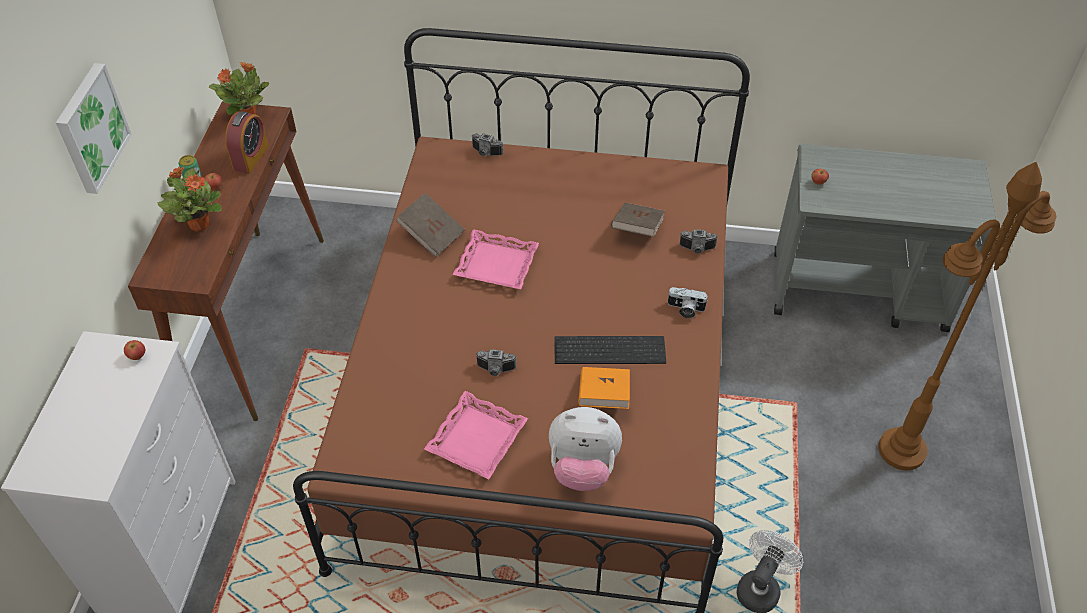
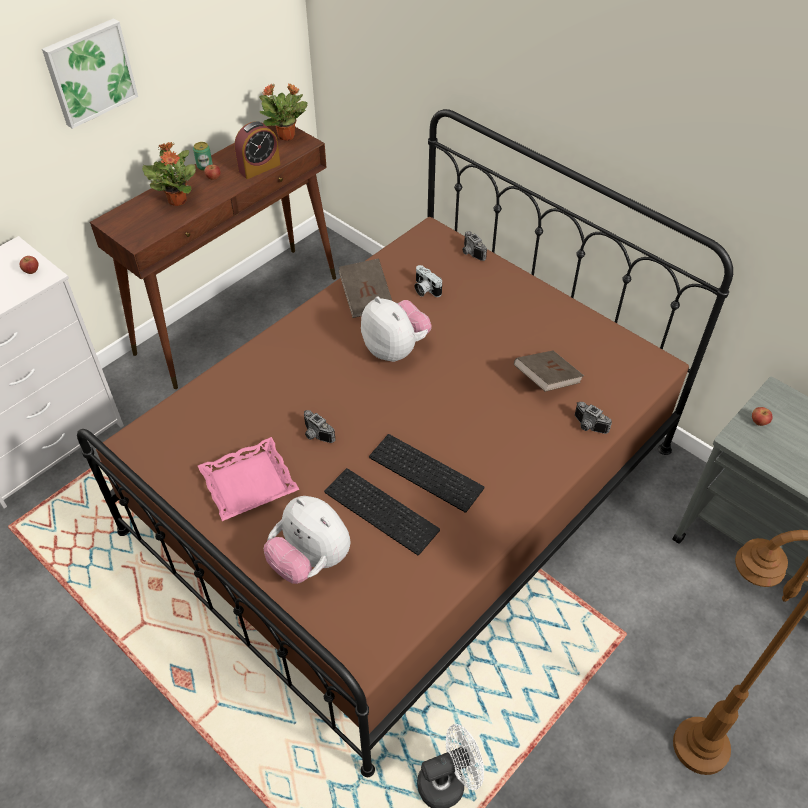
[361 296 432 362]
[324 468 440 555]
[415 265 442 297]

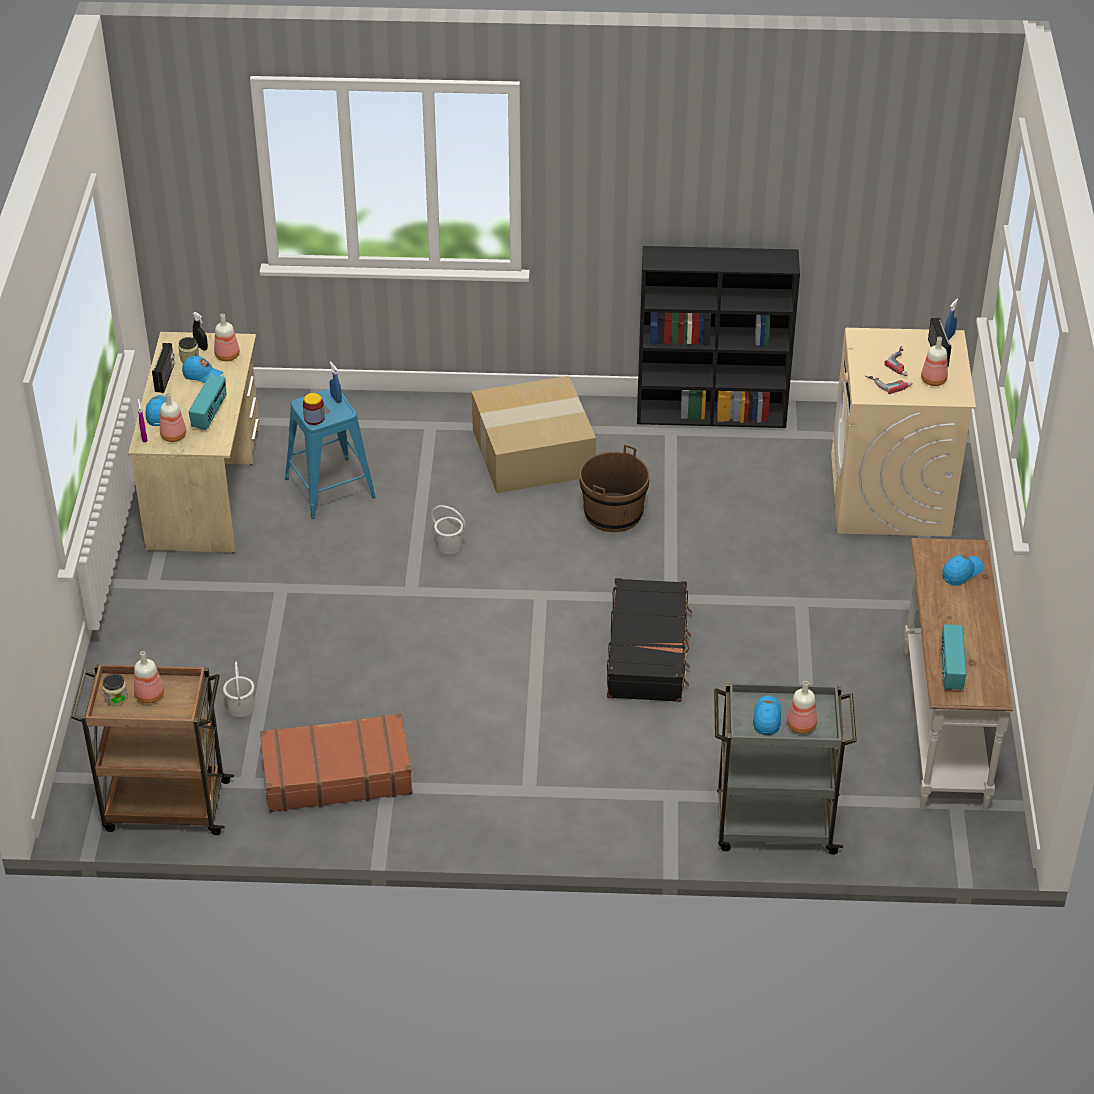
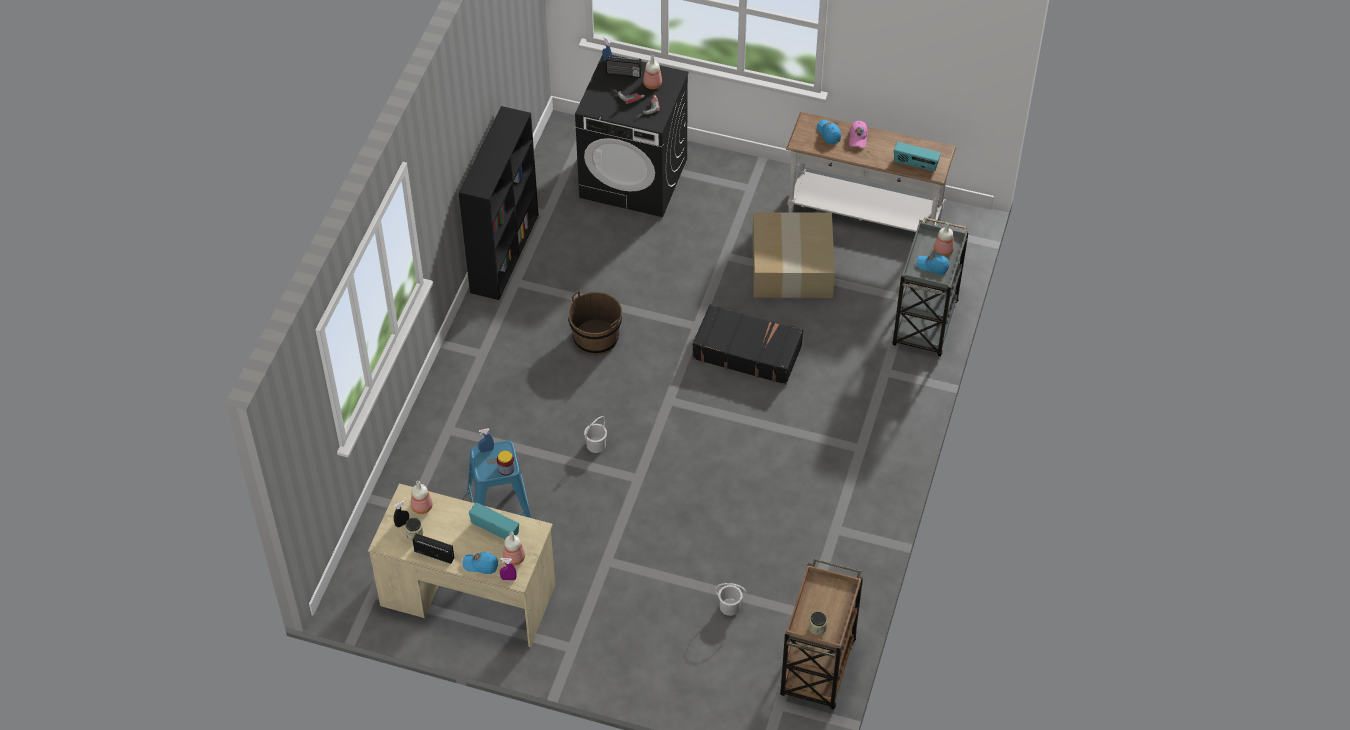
[134 651 164 703] (first image)
[182 356 223 383] (first image)
[260 713 413 812] (first image)
[752 212 835 298]
[575 55 689 217]
[849 121 868 148]

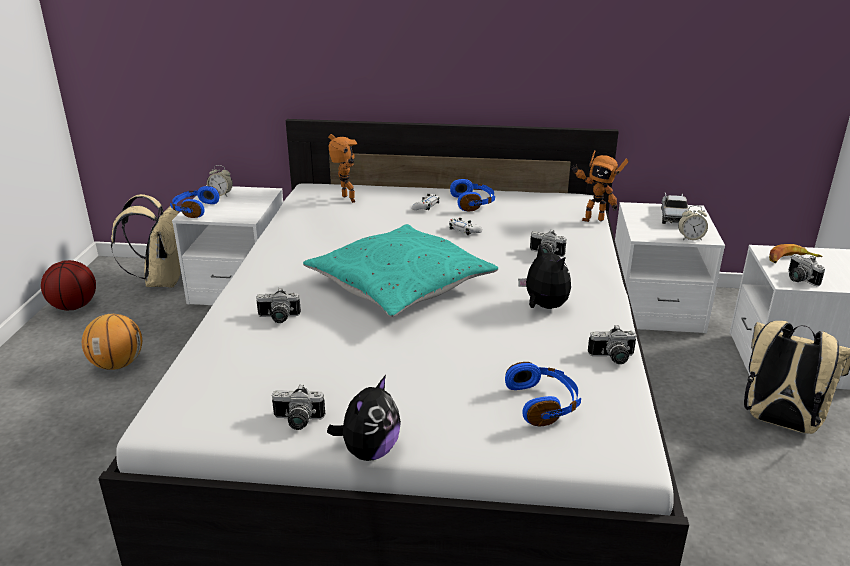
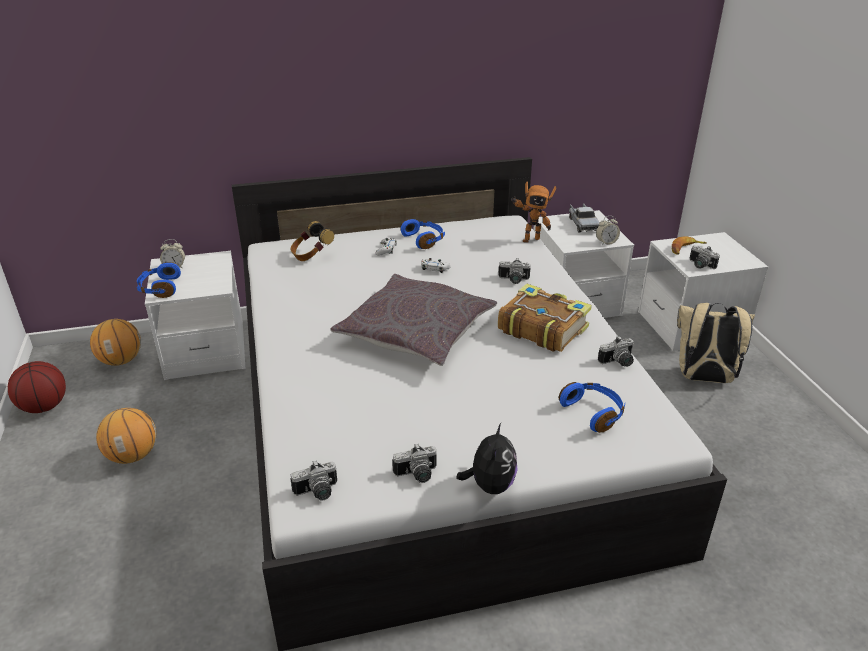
[90 319 141 366]
[290 460 337 500]
[330 274 497 366]
[291 221 334 261]
[498 284 592 352]

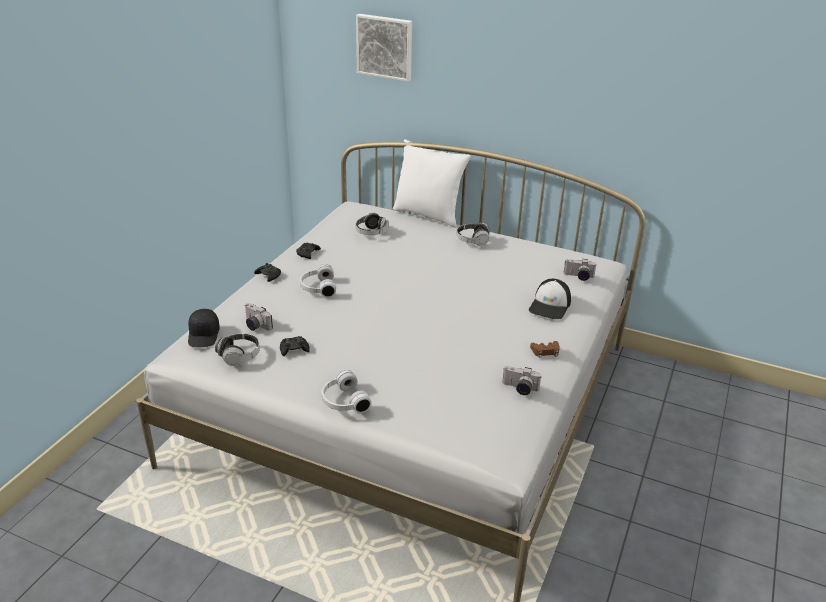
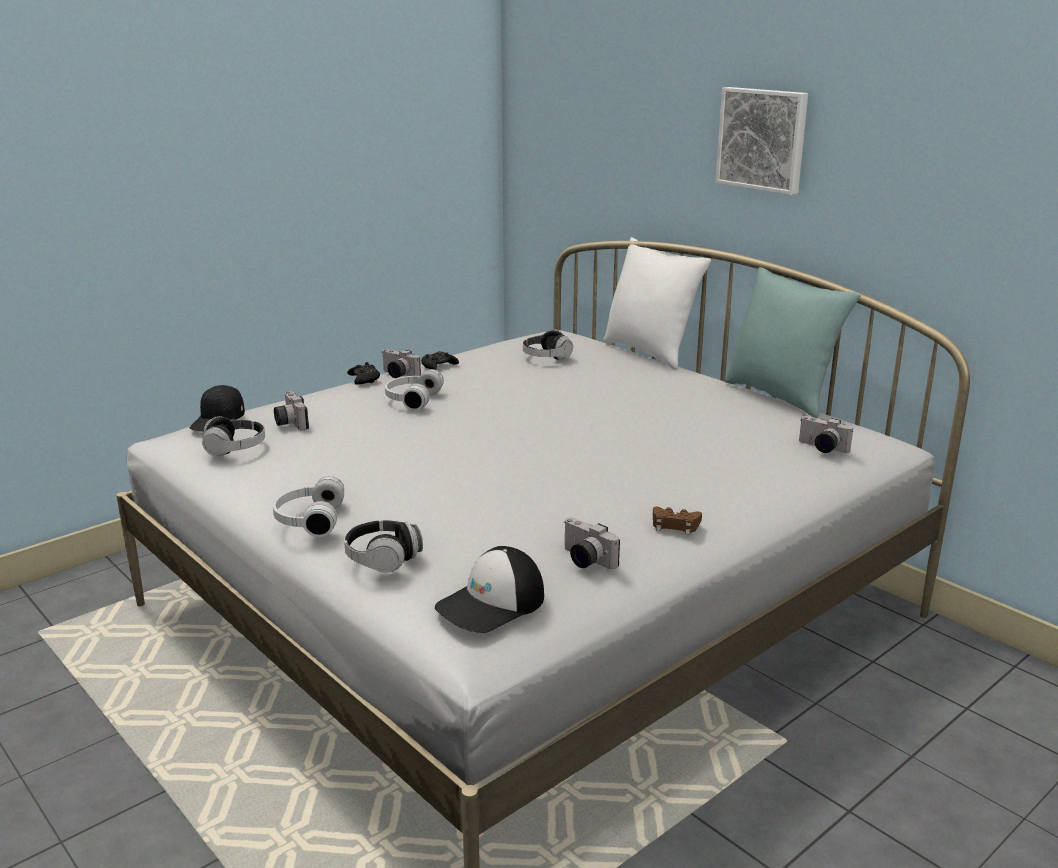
[280 336 310 356] (first image)
[715 87 808 195]
[344 520 423 573]
[435 546 544 633]
[382 349 421 378]
[724 267 860 418]

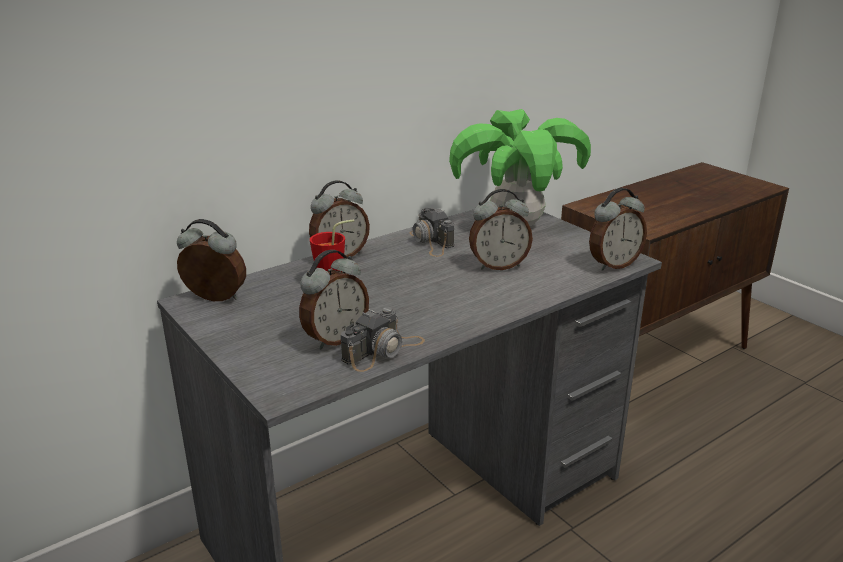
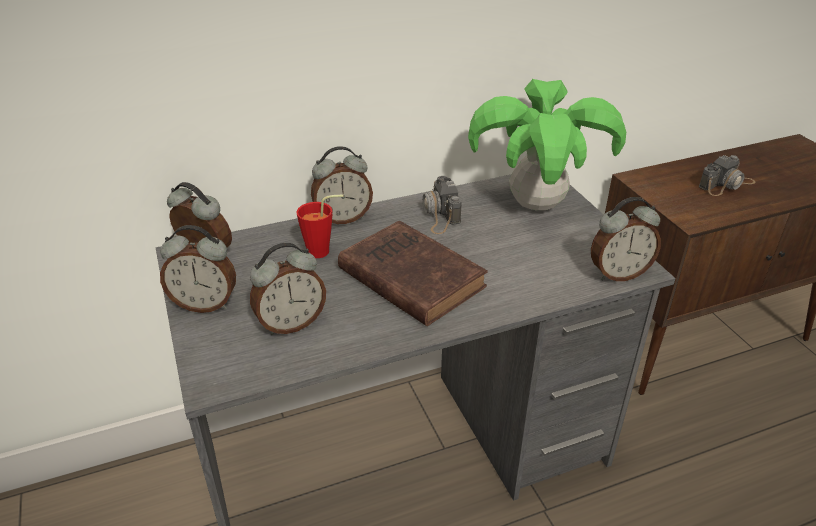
[699 155 755 196]
[160 225 236 313]
[338 221 488 326]

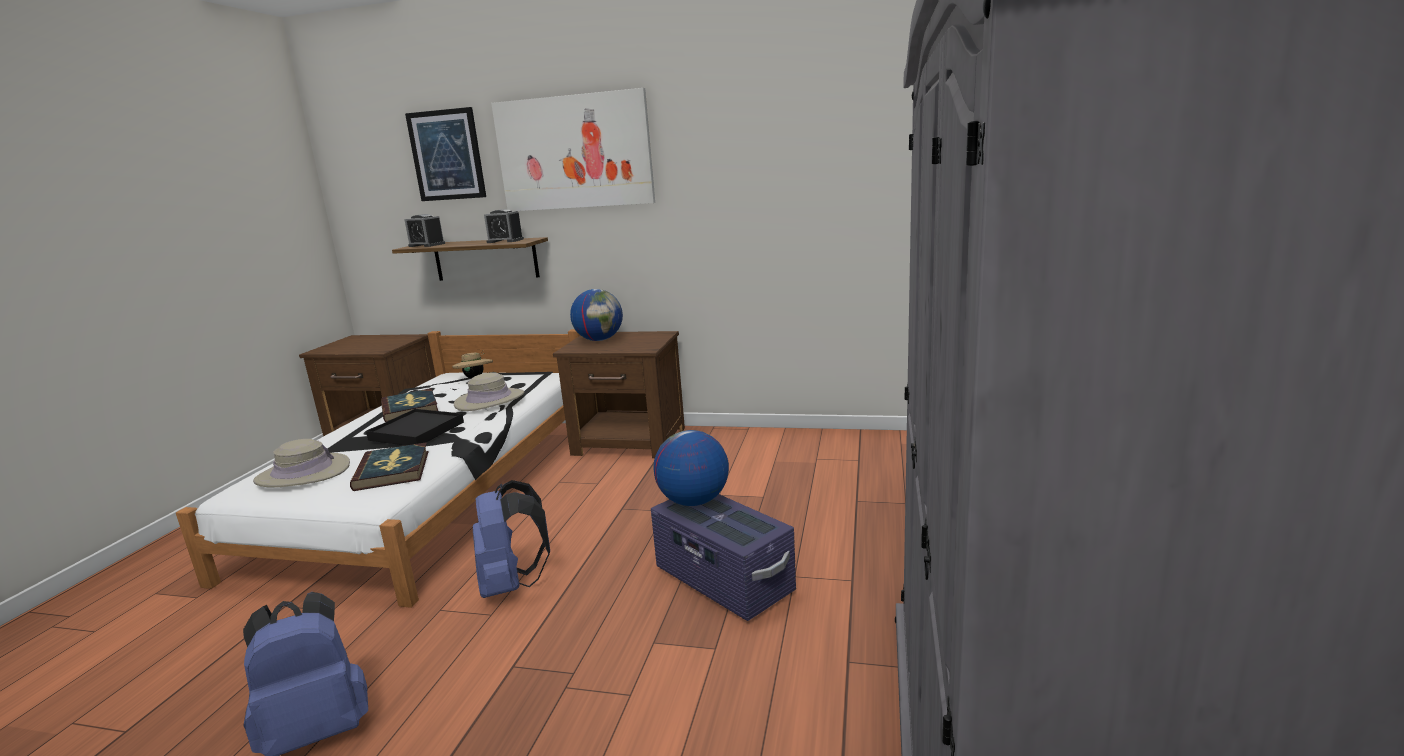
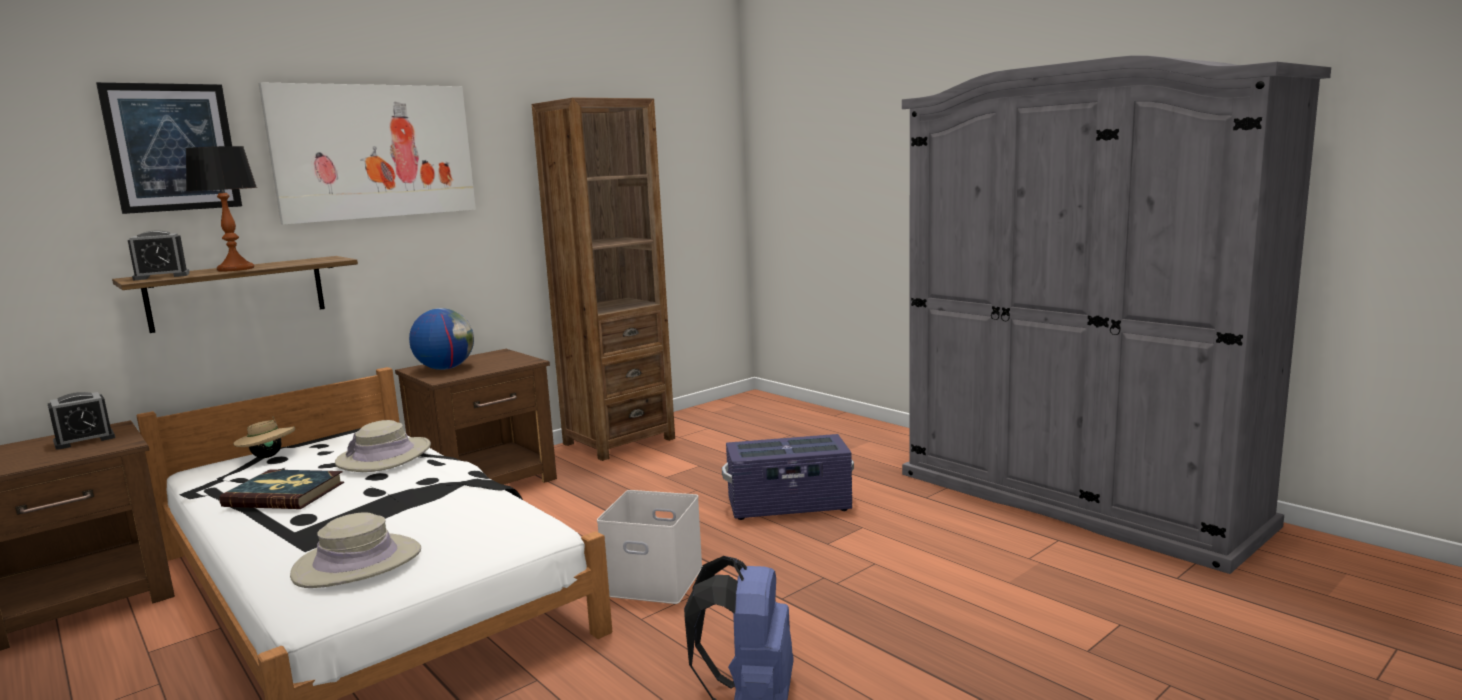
[350 442 429 491] (first image)
[366 409 464 445] (first image)
[597 490 702 604]
[48 392 115 450]
[653 430 729 506] (first image)
[186 146 257 272]
[532 97 675 461]

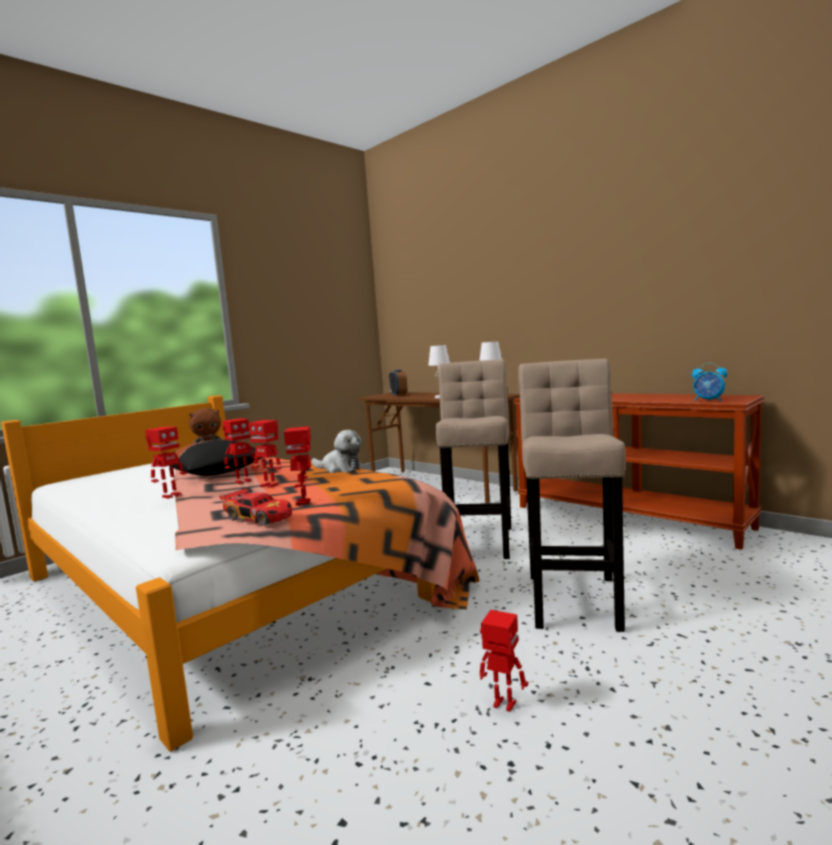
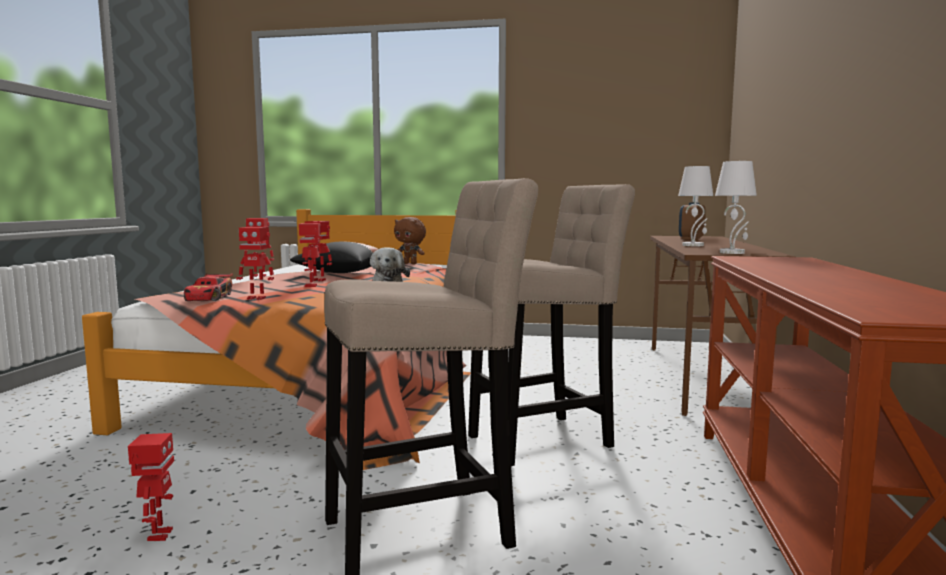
[236 227 274 300]
[692 363 728 401] (first image)

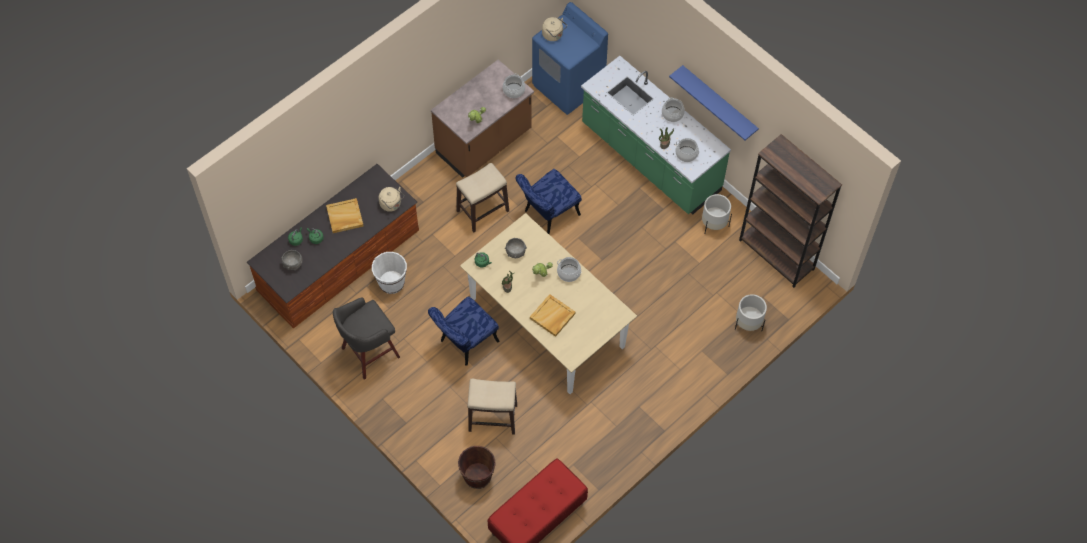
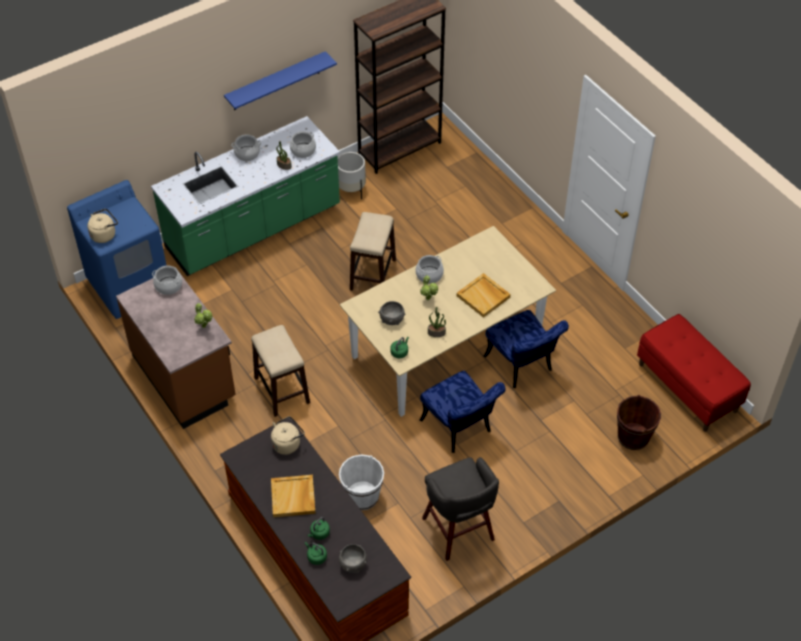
[350 212 396 291]
[484 310 569 388]
[735 294 767 332] (first image)

